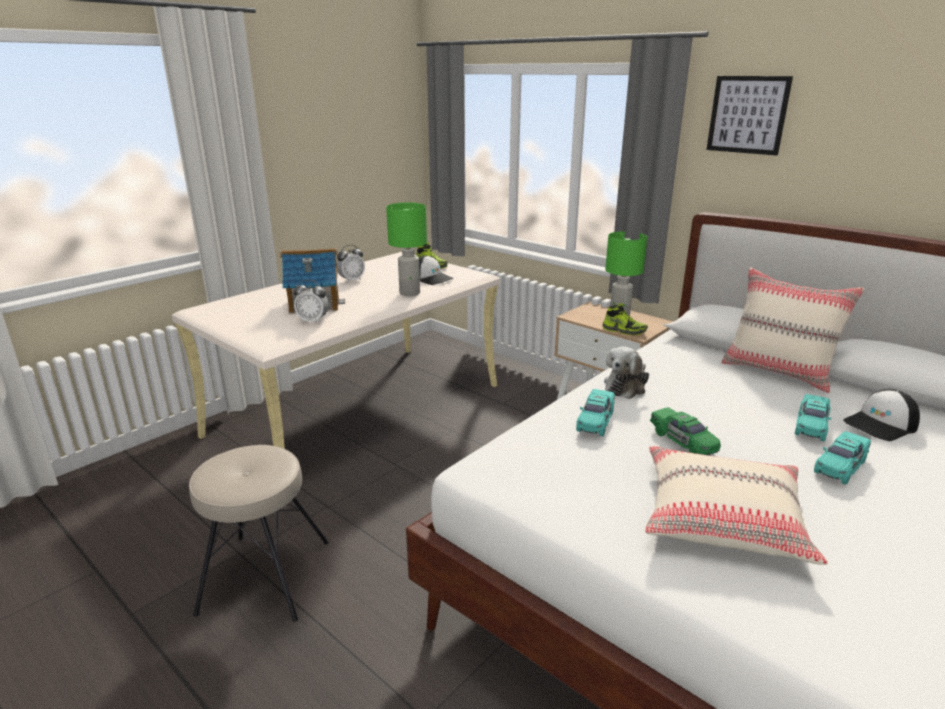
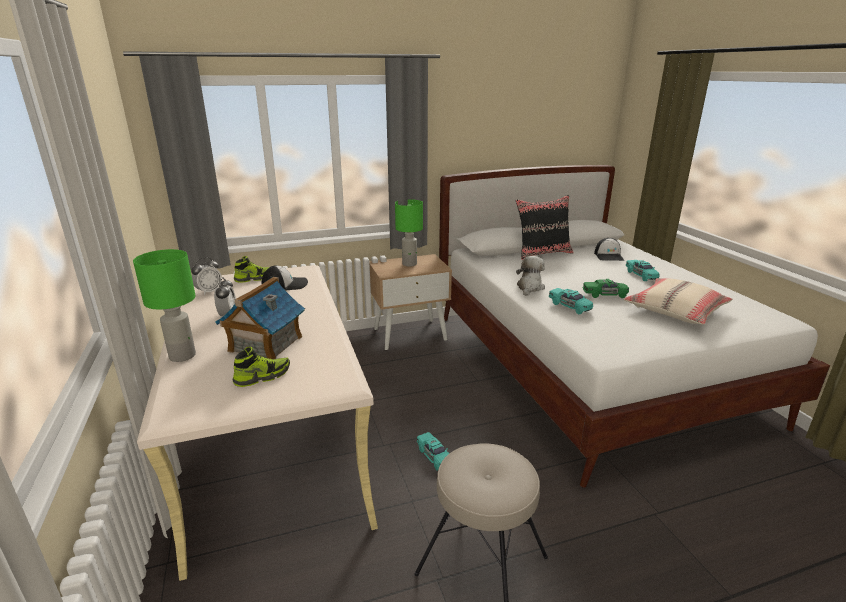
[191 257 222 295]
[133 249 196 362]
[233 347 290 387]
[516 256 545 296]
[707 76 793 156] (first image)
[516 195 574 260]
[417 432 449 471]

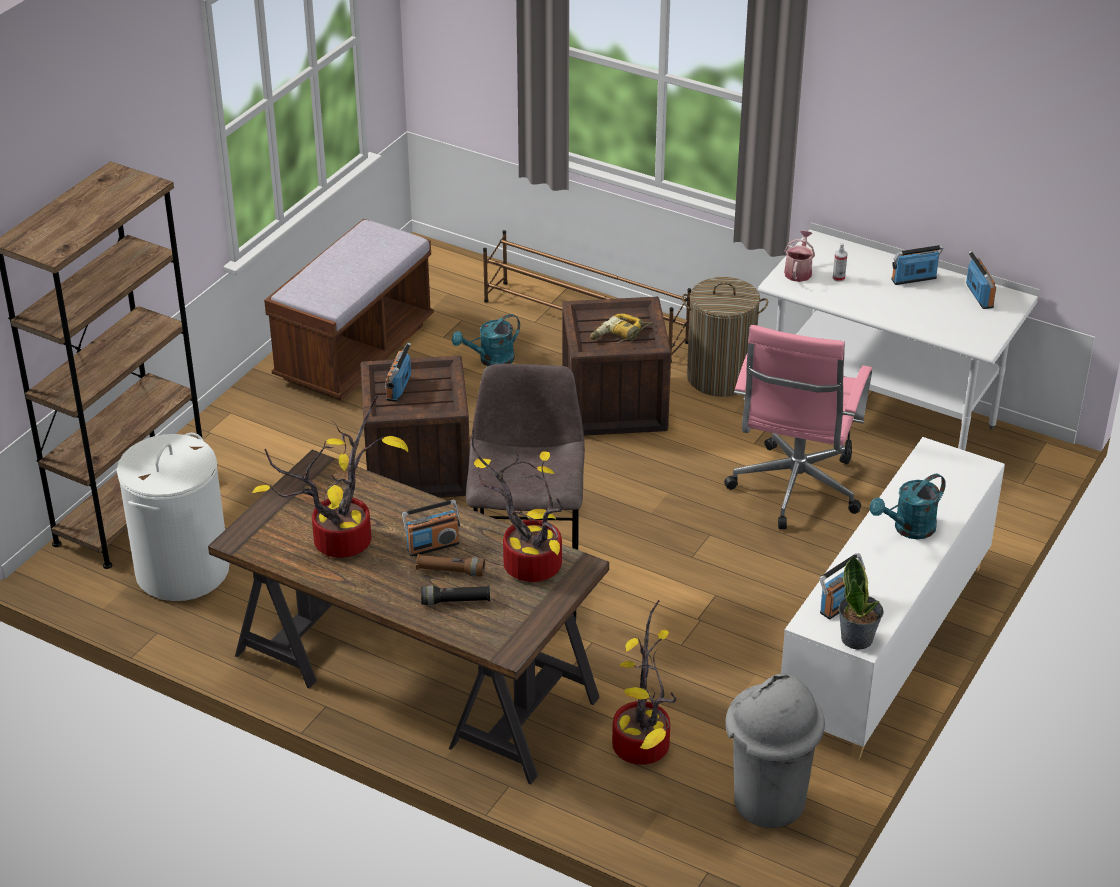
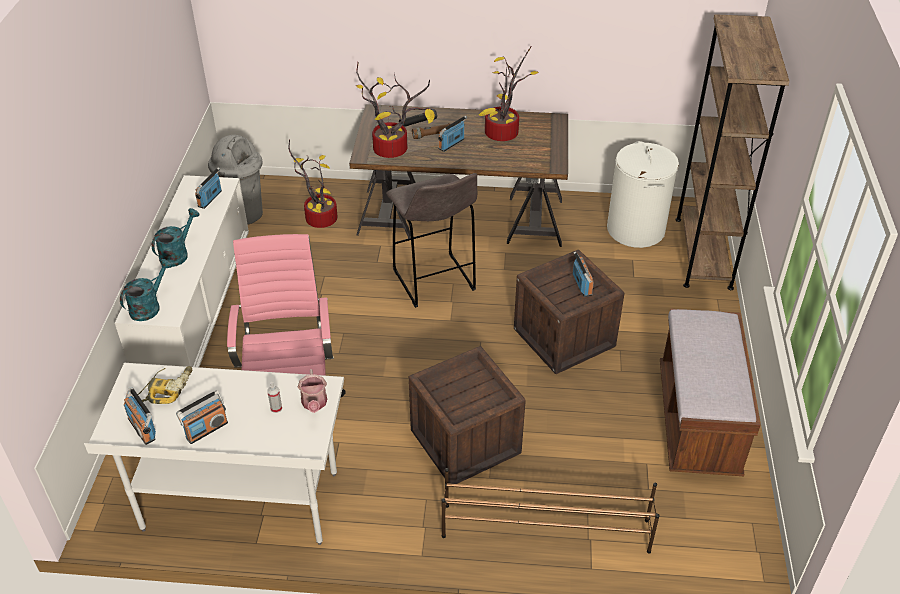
[120 259 172 321]
[138 366 192 404]
[682 277 768 397] (first image)
[839 555 884 650] (first image)

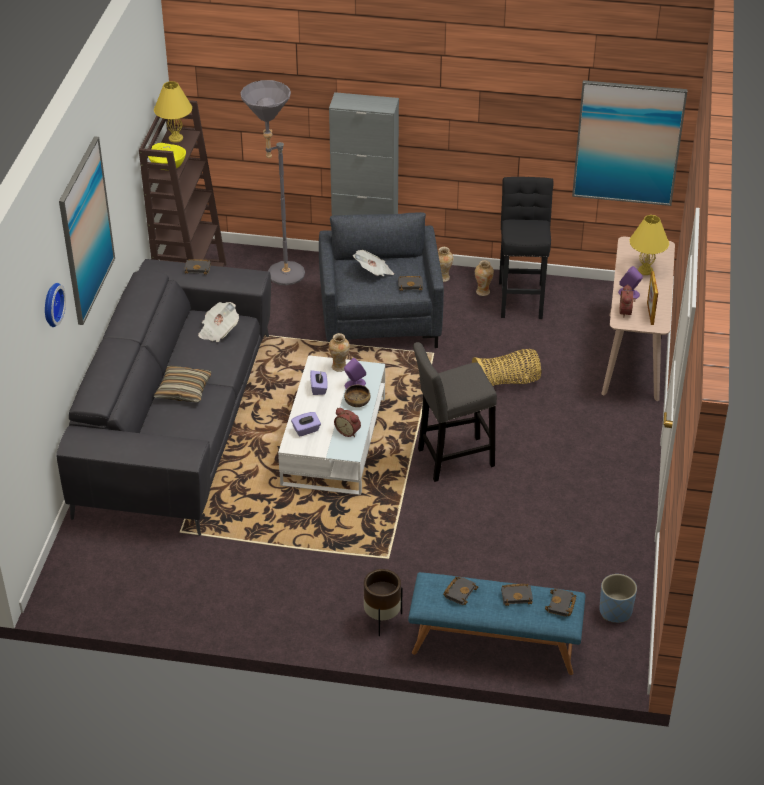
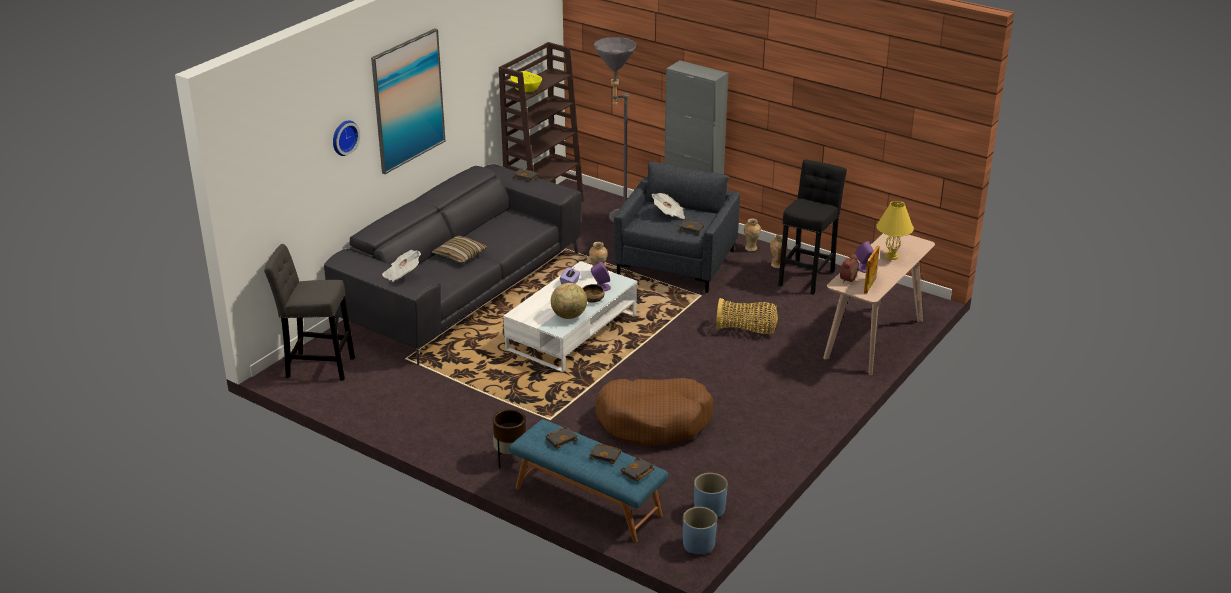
[154 81 192 143] (first image)
[382 250 421 282]
[291 412 321 436] (first image)
[551 283 587 319]
[264 244 355 381]
[572 80 687 206] (first image)
[596 378 713 446]
[683 507 717 554]

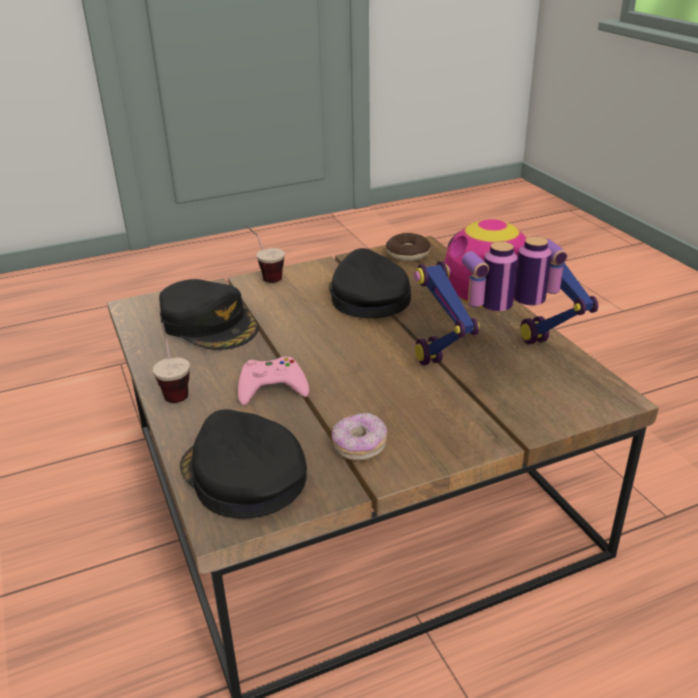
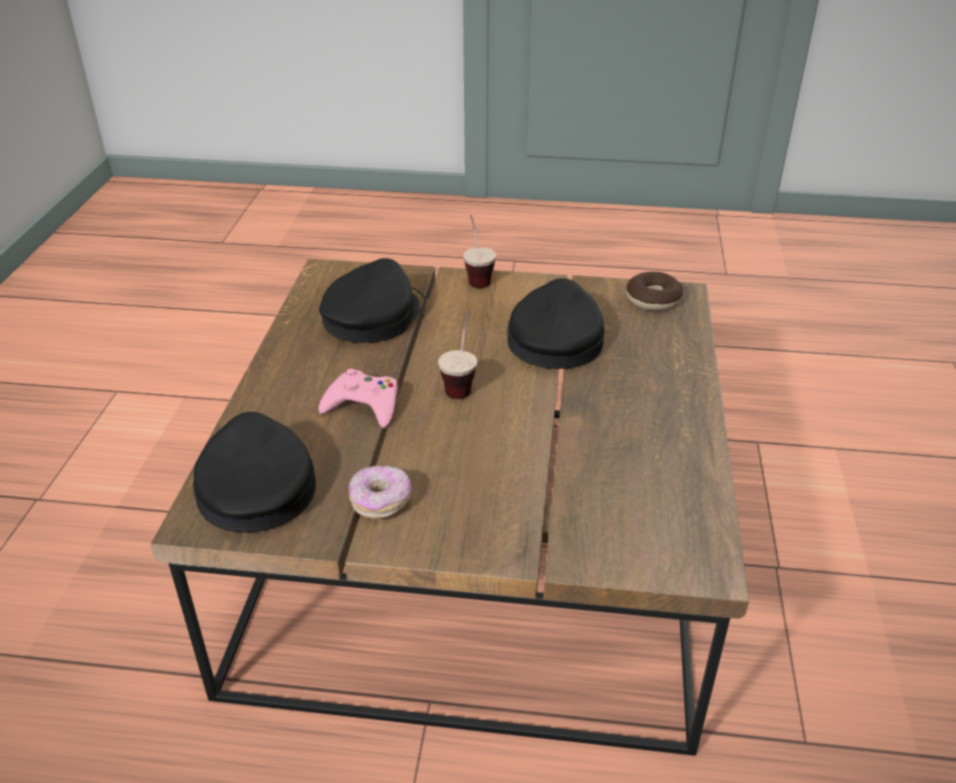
[438 311 477 399]
[319 258 427 343]
[414 219 598 365] (first image)

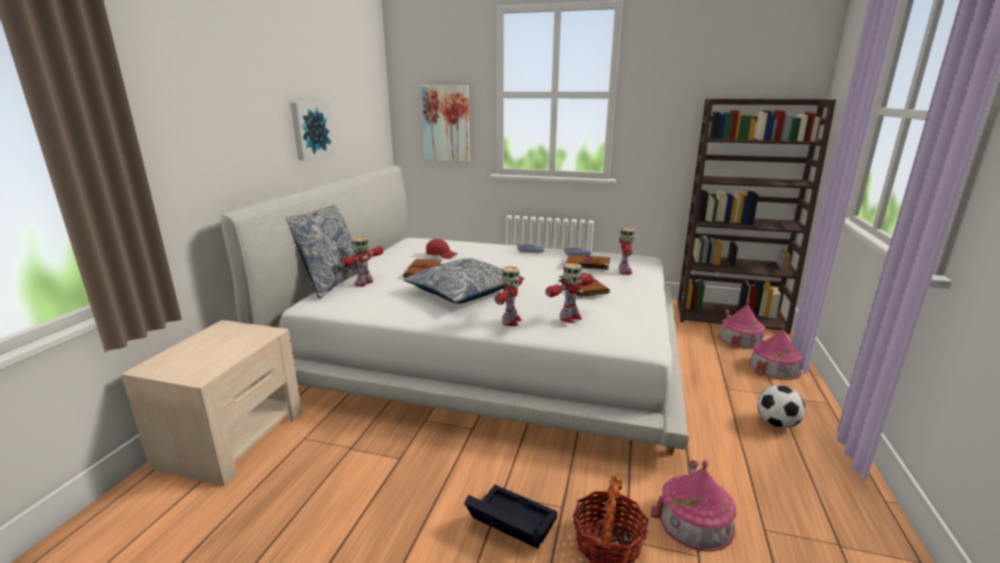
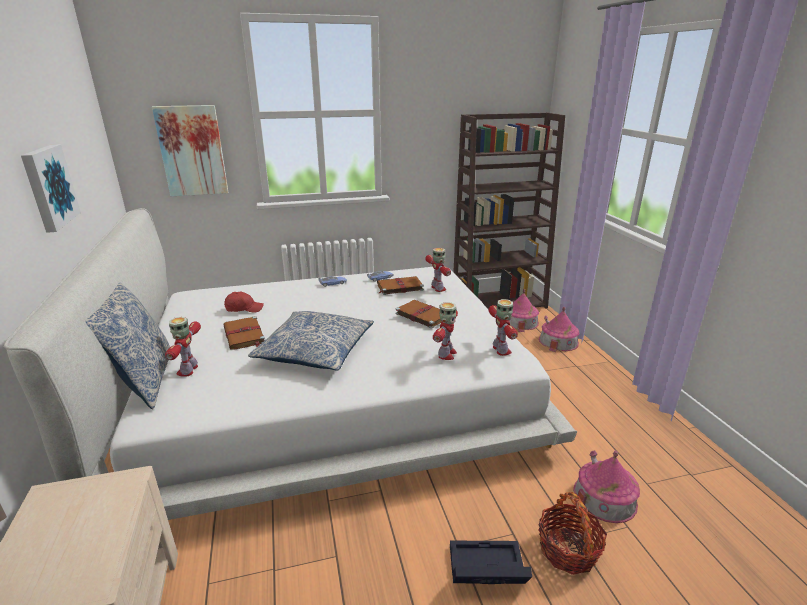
[488 299 518 356]
[757 385 805 428] (first image)

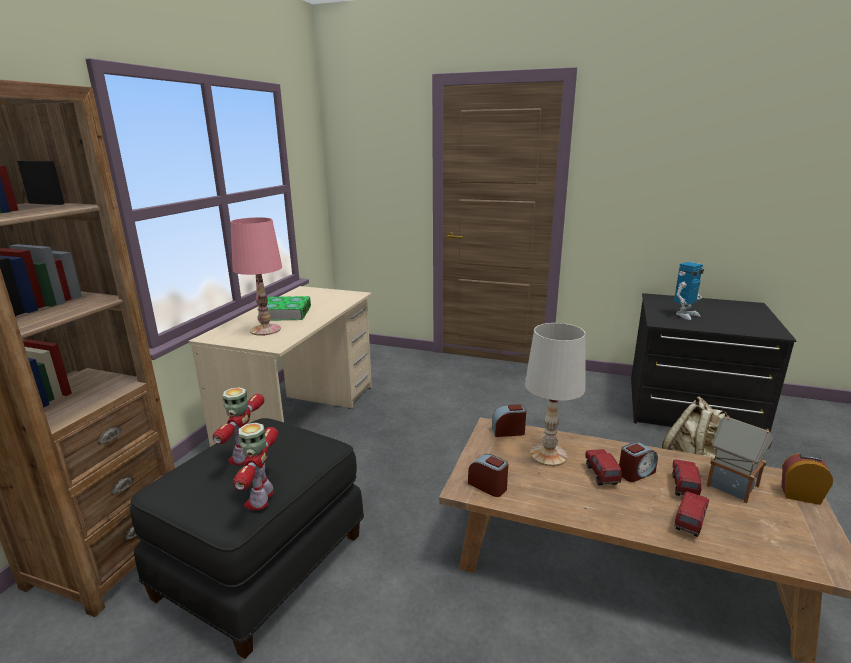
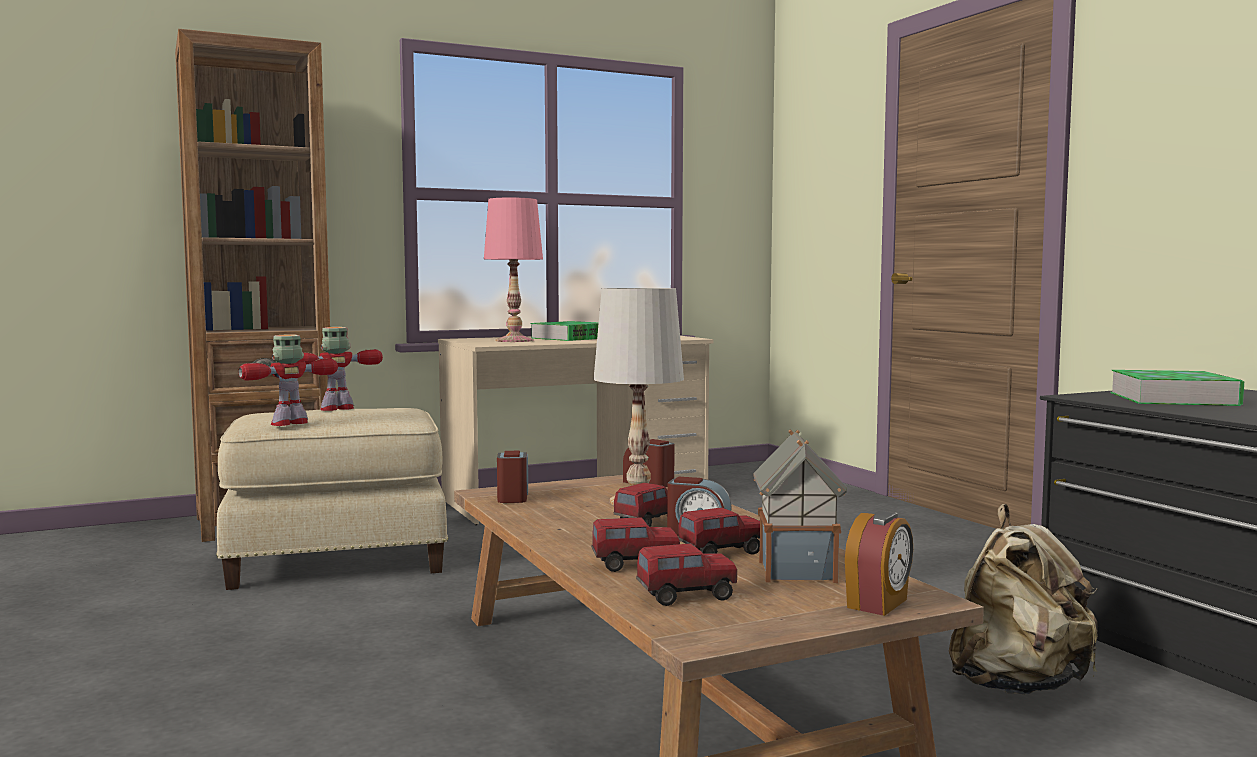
[216 408 448 590]
[1110 370 1244 406]
[845 511 913 616]
[636 543 737 606]

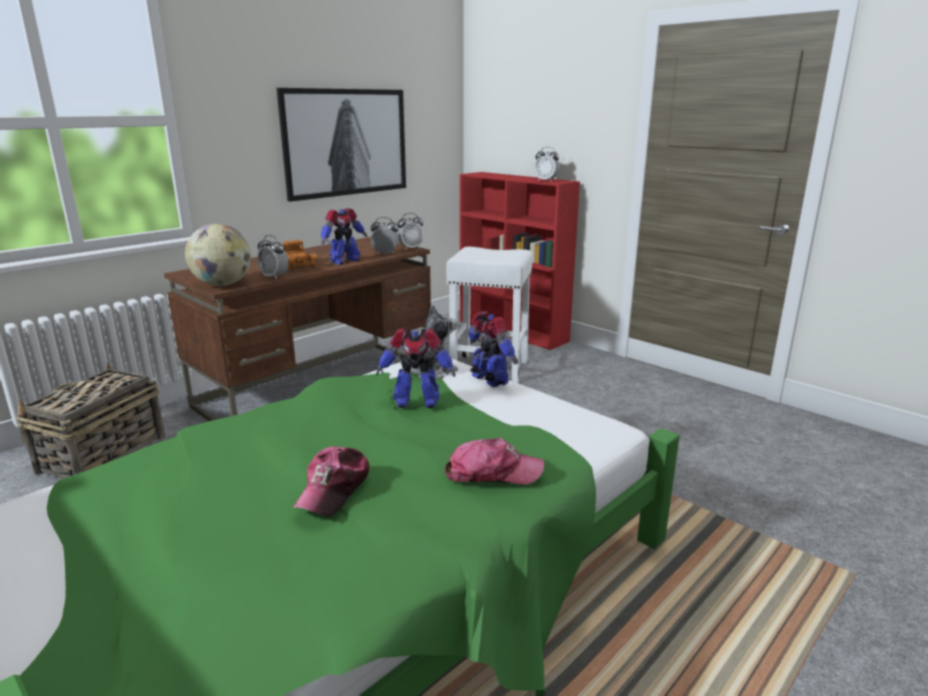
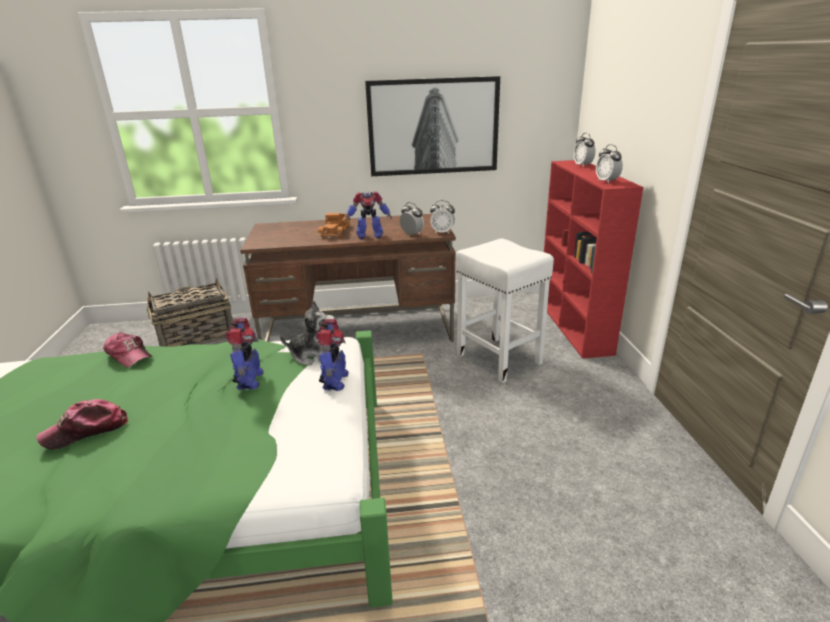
[185 224 251 286] (first image)
[574 133 596 167]
[226 318 264 390]
[103 332 152 367]

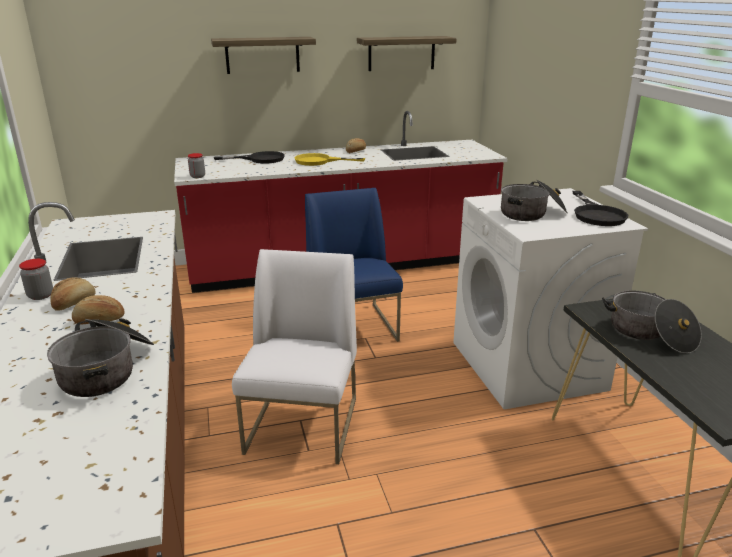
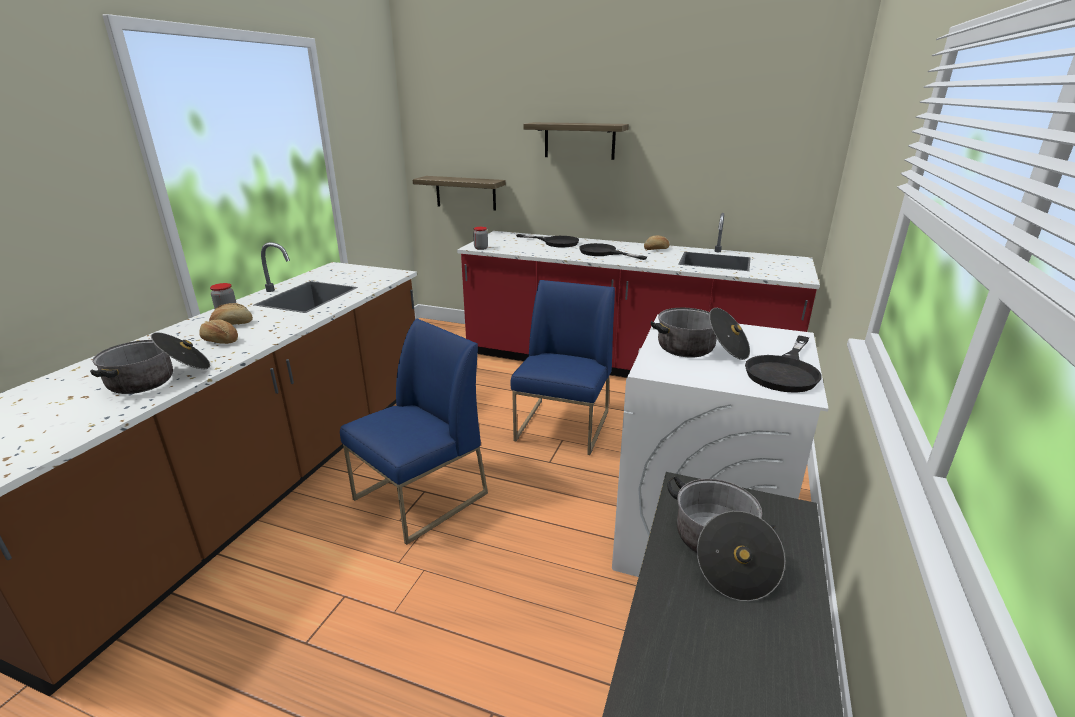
[340 319 488 545]
[579 243 647 260]
[413 176 506 211]

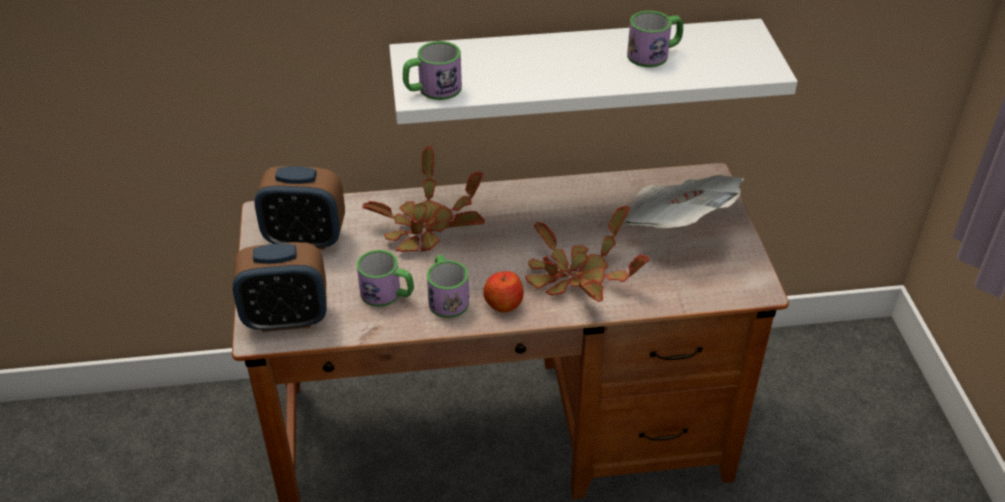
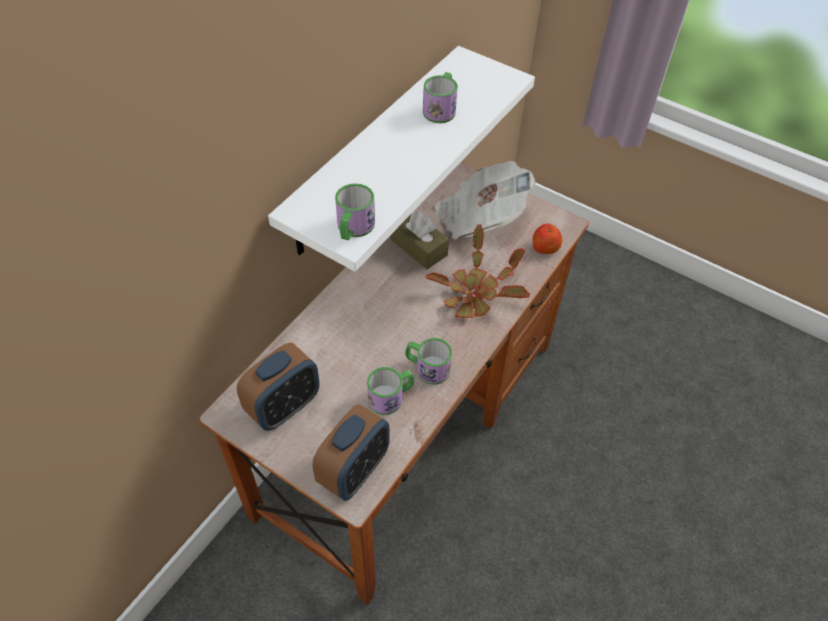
[362 146 485 252] (first image)
[532 224 562 254]
[390 211 449 270]

